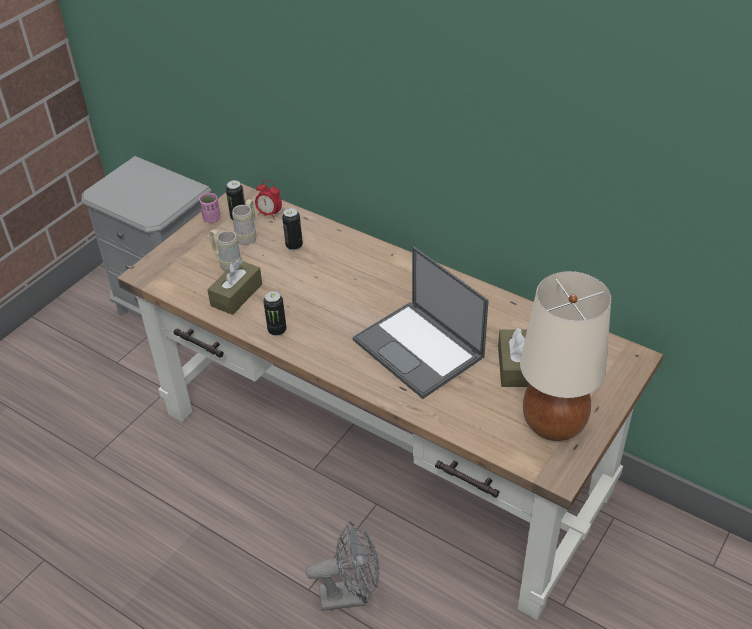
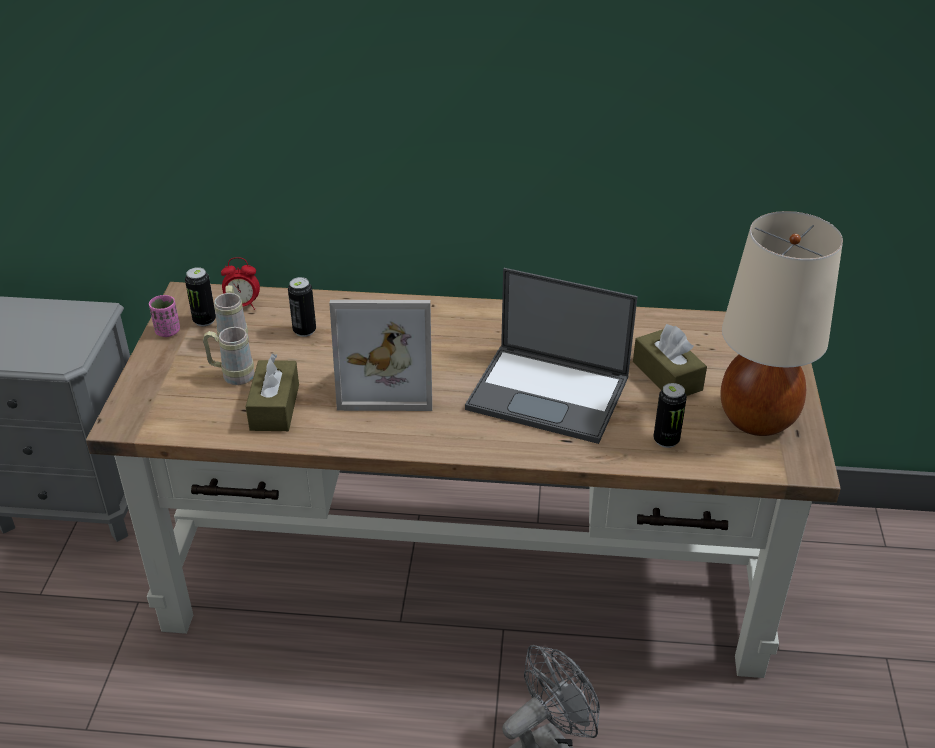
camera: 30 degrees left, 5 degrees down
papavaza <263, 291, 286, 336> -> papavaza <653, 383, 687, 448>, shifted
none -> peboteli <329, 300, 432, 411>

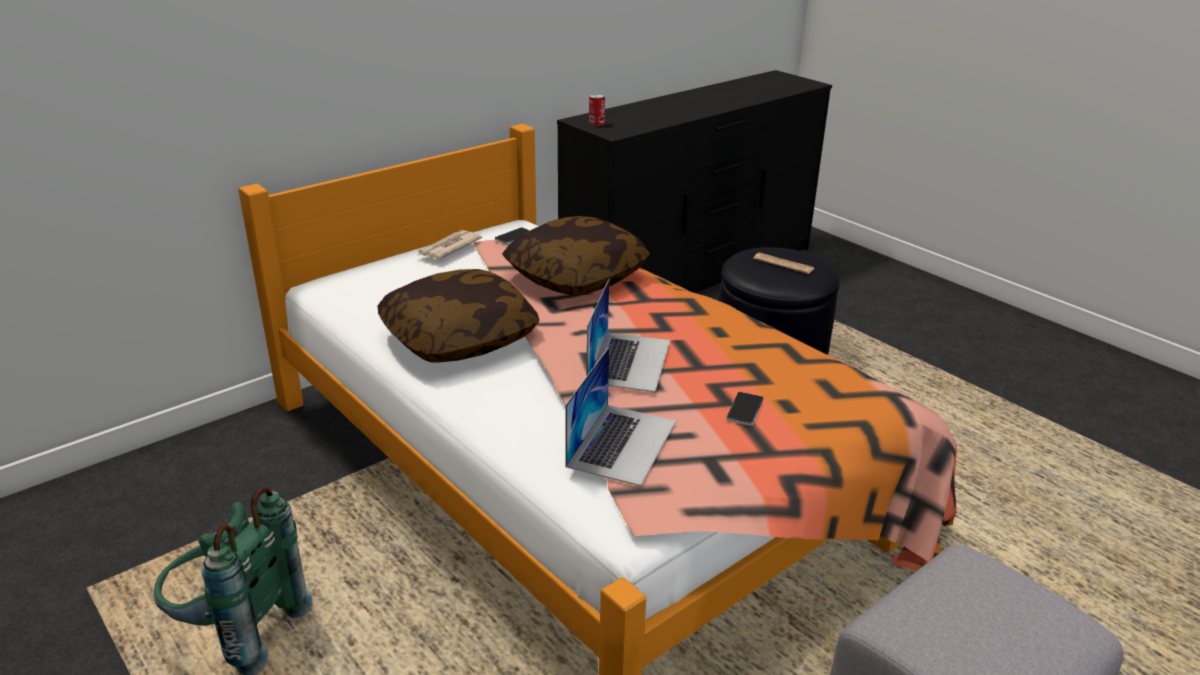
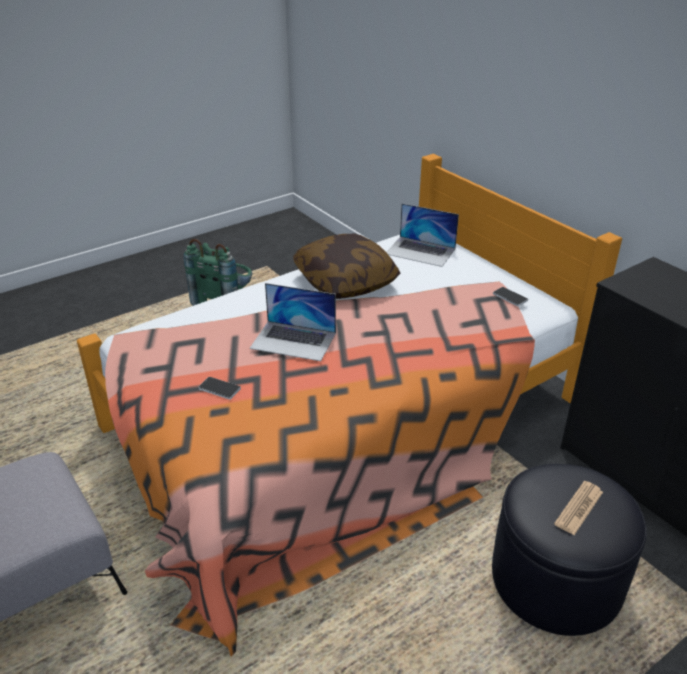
camera: 95 degrees right, 5 degrees up
papavaza <589, 94, 605, 126> -> none
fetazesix <502, 216, 650, 296> -> none
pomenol <418, 230, 482, 259> -> none
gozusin <565, 347, 676, 486> -> gozusin <386, 203, 459, 267>, shifted

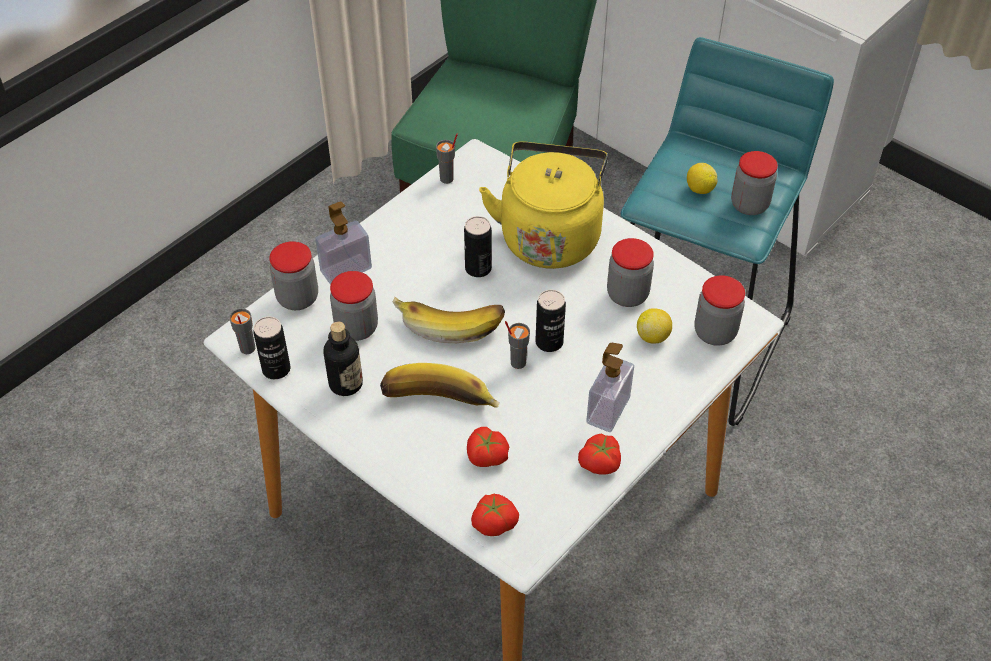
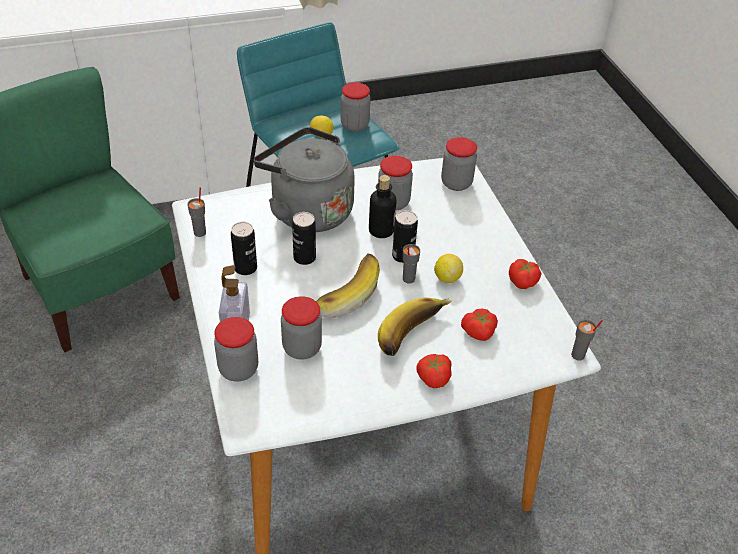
camera: 60 degrees left, 5 degrees down
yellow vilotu <479, 142, 608, 269> -> grey vilotu <254, 127, 355, 232>
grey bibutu <229, 308, 255, 354> -> grey bibutu <571, 320, 603, 360>, shifted
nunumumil <637, 308, 672, 344> -> nunumumil <434, 254, 463, 283>, shifted
papavaza <253, 317, 291, 379> -> papavaza <231, 222, 257, 275>, shifted
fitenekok <324, 321, 363, 396> -> fitenekok <369, 175, 396, 238>, shifted
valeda <586, 343, 634, 432> -> none
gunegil <471, 494, 519, 536> -> gunegil <416, 354, 452, 388>, shifted

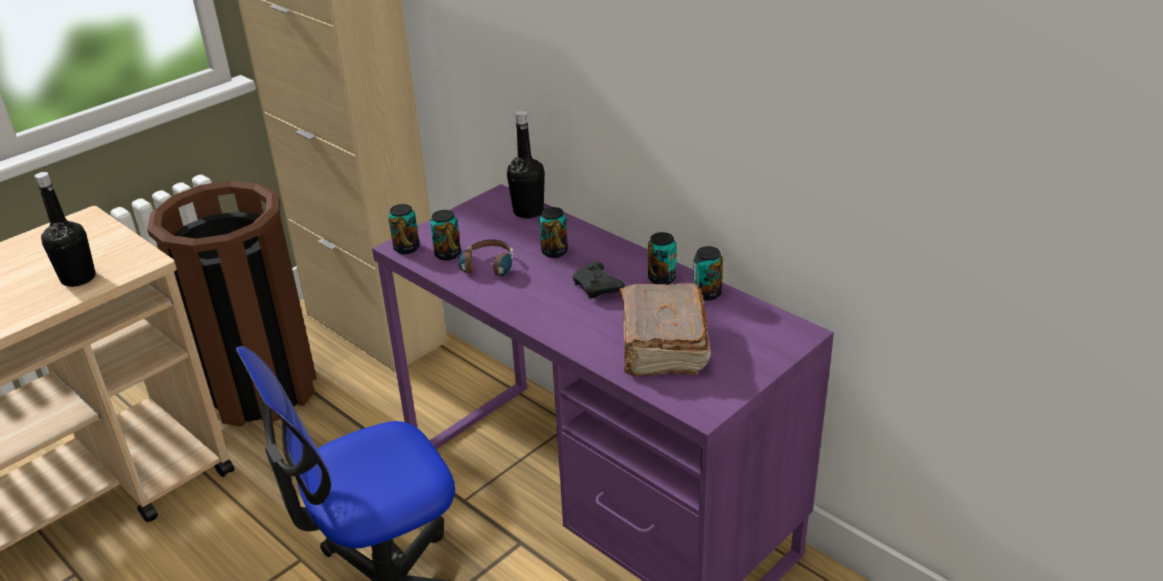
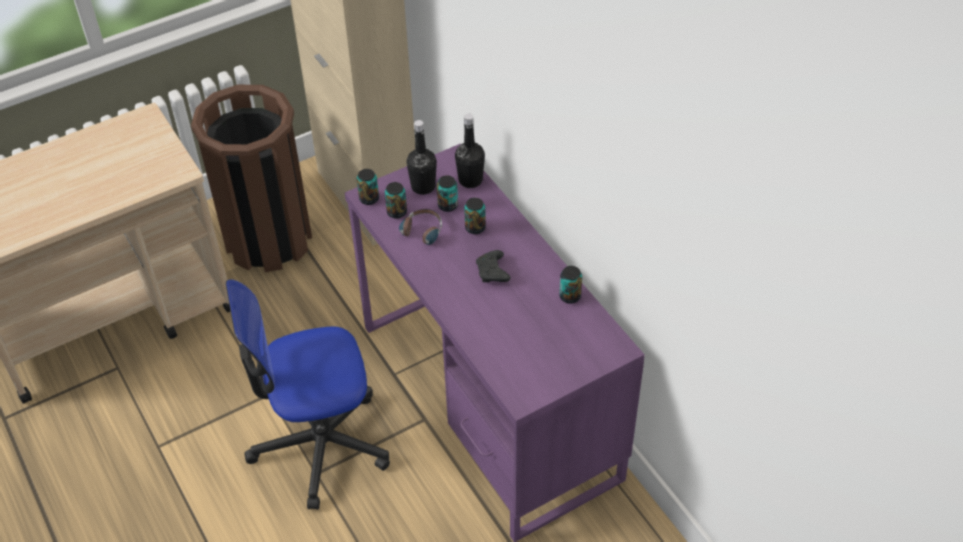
camera: 15 degrees right, 15 degrees up
black fitenekok <35, 172, 96, 287> -> black fitenekok <406, 120, 437, 195>, shifted
papavaza <648, 232, 677, 285> -> papavaza <437, 175, 458, 212>, shifted
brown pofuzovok <620, 283, 711, 376> -> none

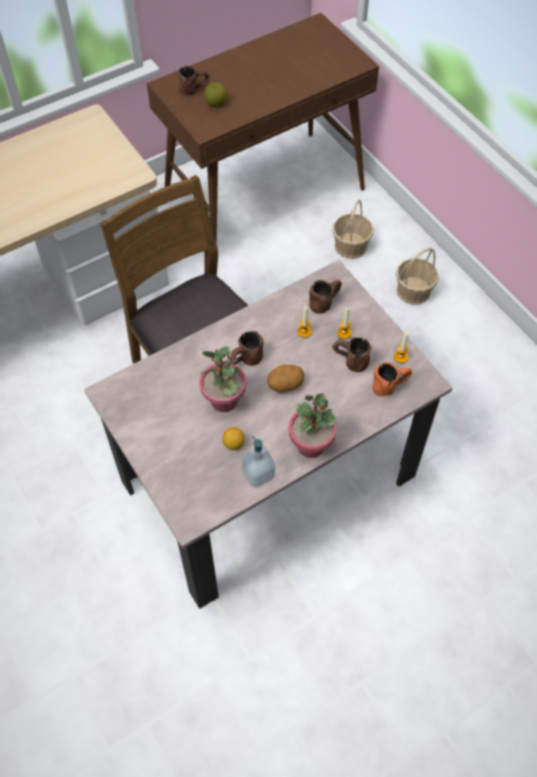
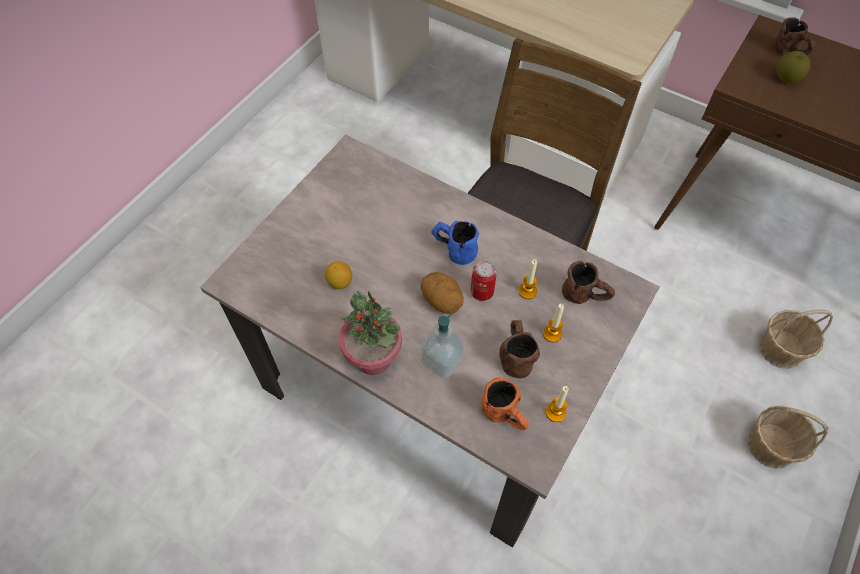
camera: 65 degrees right, 0 degrees up
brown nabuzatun <230, 331, 264, 366> -> blue nabuzatun <431, 221, 479, 265>
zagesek <200, 346, 246, 412> -> none
valeda <241, 436, 275, 488> -> valeda <421, 312, 465, 379>, shifted
none -> papavaza <471, 261, 497, 301>

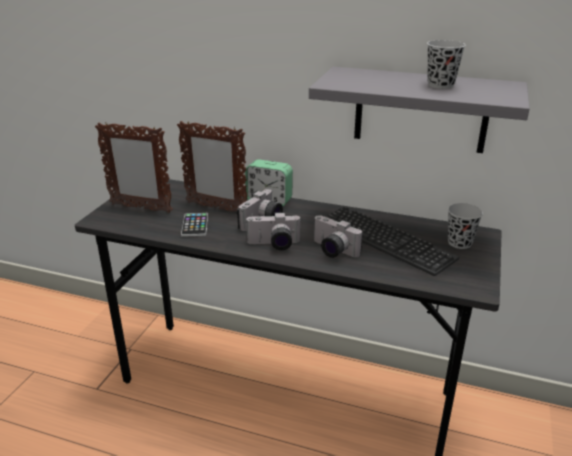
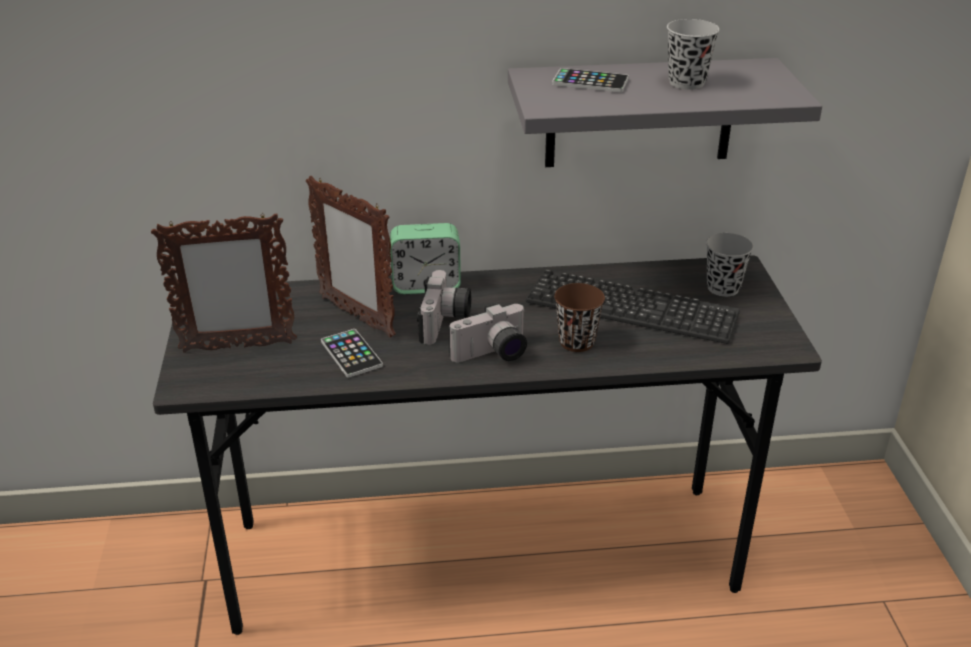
camera: 25 degrees left, 5 degrees up
peboteli <177, 121, 247, 211> -> peboteli <306, 175, 396, 338>, 45 degrees clockwise
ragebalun <314, 215, 363, 258> -> brown bibutu <554, 283, 605, 352>
none -> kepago <552, 68, 629, 92>

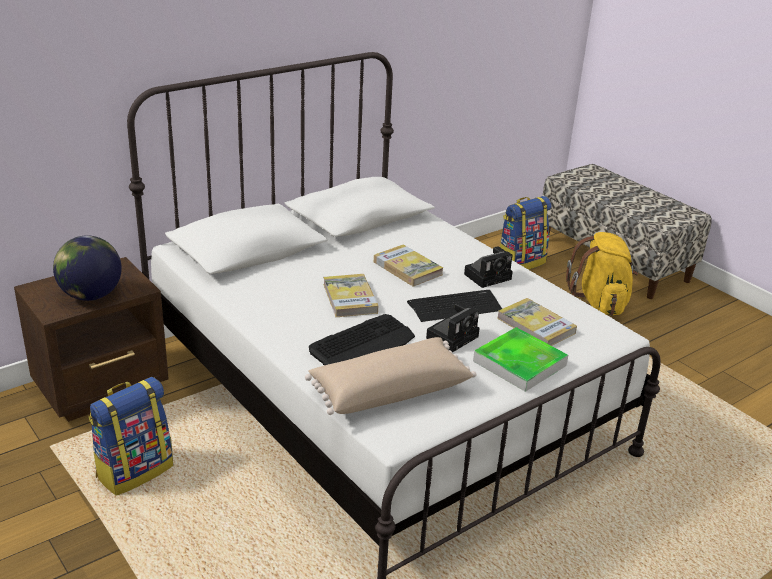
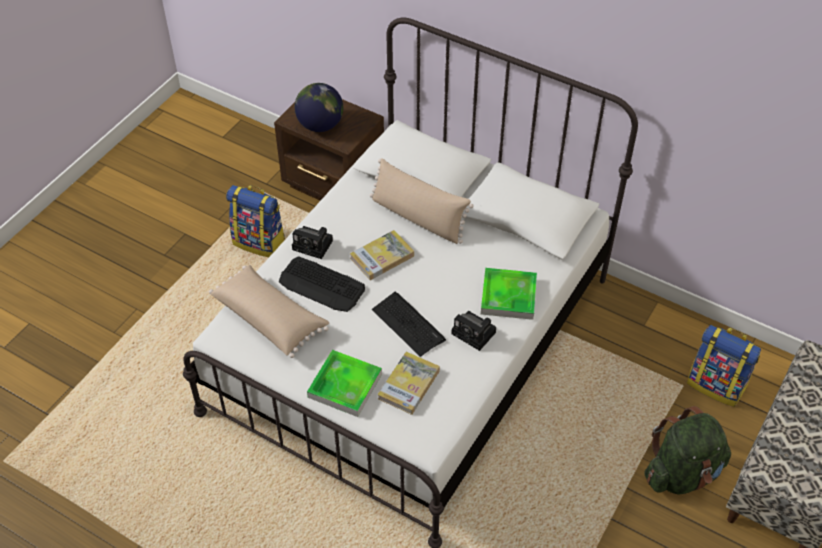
camera: 70 degrees right, 20 degrees up
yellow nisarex <566, 232, 638, 316> -> green nisarex <644, 406, 731, 495>
pofuzovok <374, 245, 443, 287> -> none
ragebalun <426, 302, 480, 352> -> ragebalun <292, 226, 333, 259>, shifted
none -> beige fetazesix <370, 158, 474, 244>
none -> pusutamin <481, 268, 537, 320>

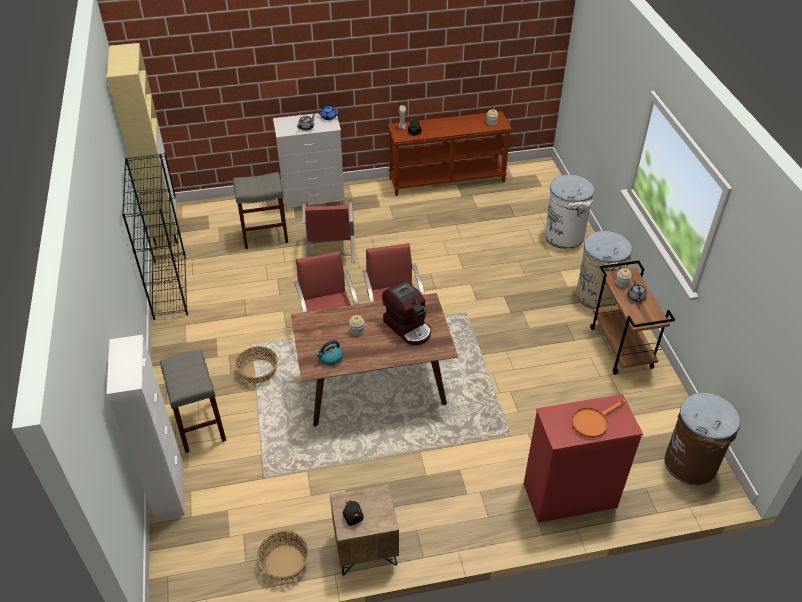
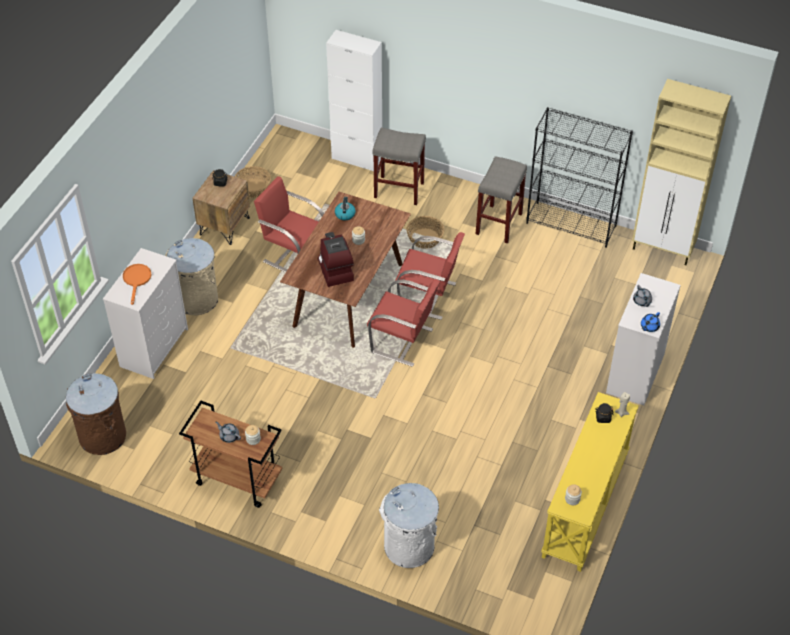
camera: 125 degrees right, 5 degrees up
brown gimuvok <388, 111, 512, 196> -> yellow gimuvok <541, 392, 639, 572>
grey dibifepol <233, 172, 288, 249> -> grey dibifepol <476, 156, 527, 244>, shifted
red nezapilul <302, 200, 355, 263> -> red nezapilul <254, 176, 324, 272>, shifted
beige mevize <576, 231, 632, 309> -> beige mevize <165, 238, 218, 315>, shifted
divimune <382, 280, 431, 345> -> divimune <318, 232, 354, 287>, 75 degrees clockwise
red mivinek <524, 394, 643, 523> -> white mivinek <103, 248, 188, 379>

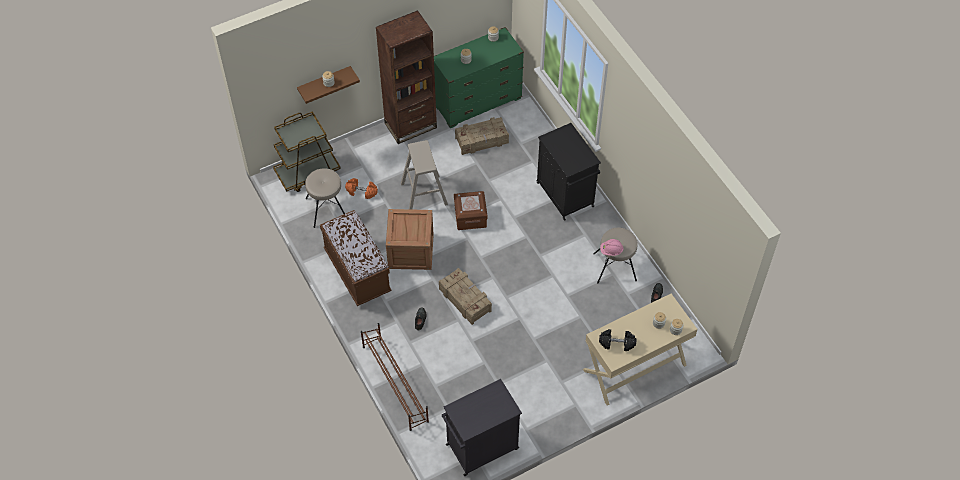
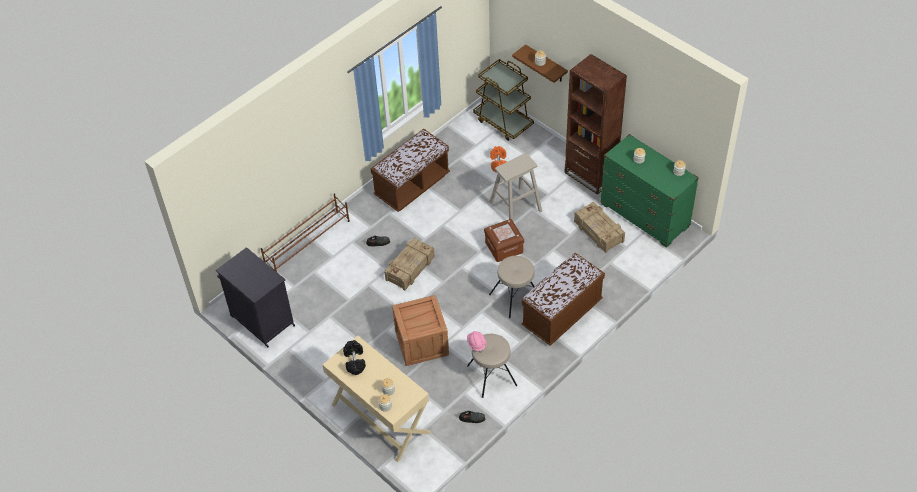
camera: 75 degrees right, 5 degrees down
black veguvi <536, 123, 601, 221> -> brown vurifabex <521, 253, 605, 345>
beige dibifepol <305, 168, 345, 228> -> beige dibifepol <489, 256, 535, 318>, shifted
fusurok <386, 209, 434, 270> -> fusurok <392, 295, 449, 366>, shifted

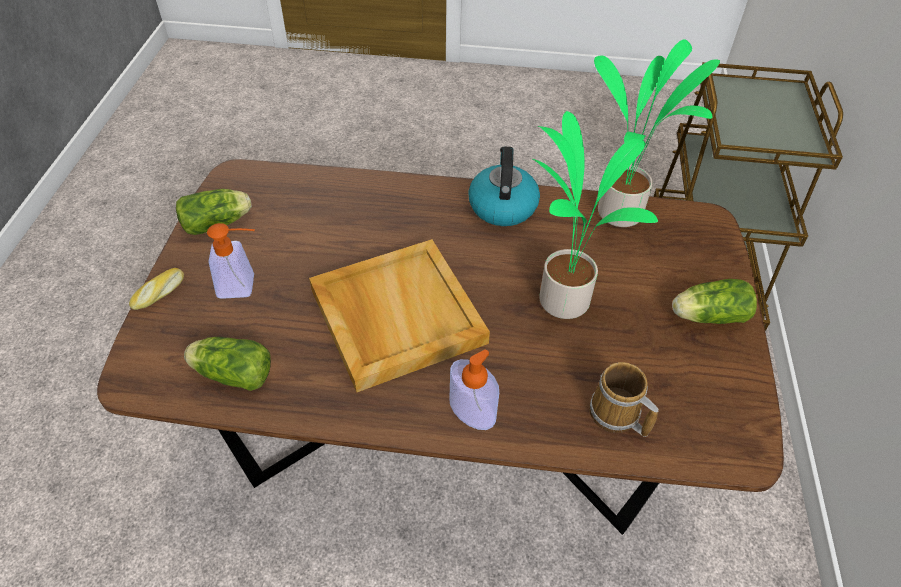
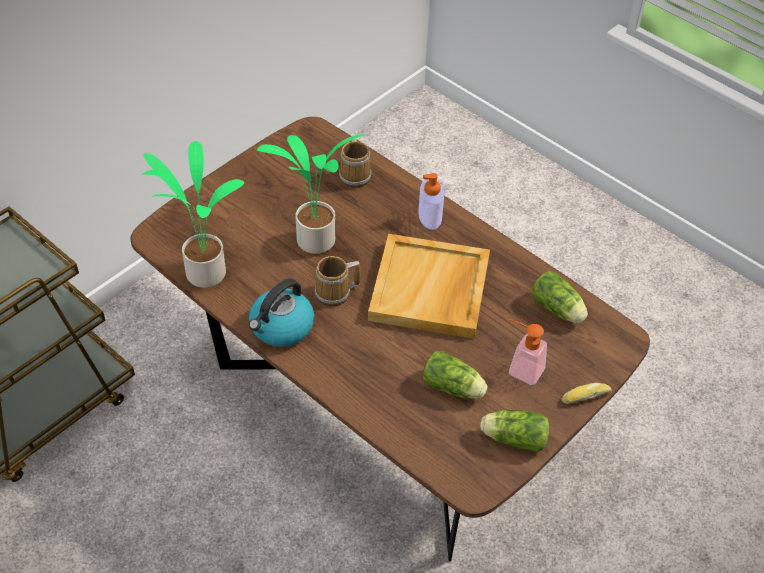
camera: 145 degrees left, 0 degrees up
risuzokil <672, 279, 757, 324> -> risuzokil <423, 351, 488, 399>, shifted
none -> nabuzatun <314, 256, 361, 307>

